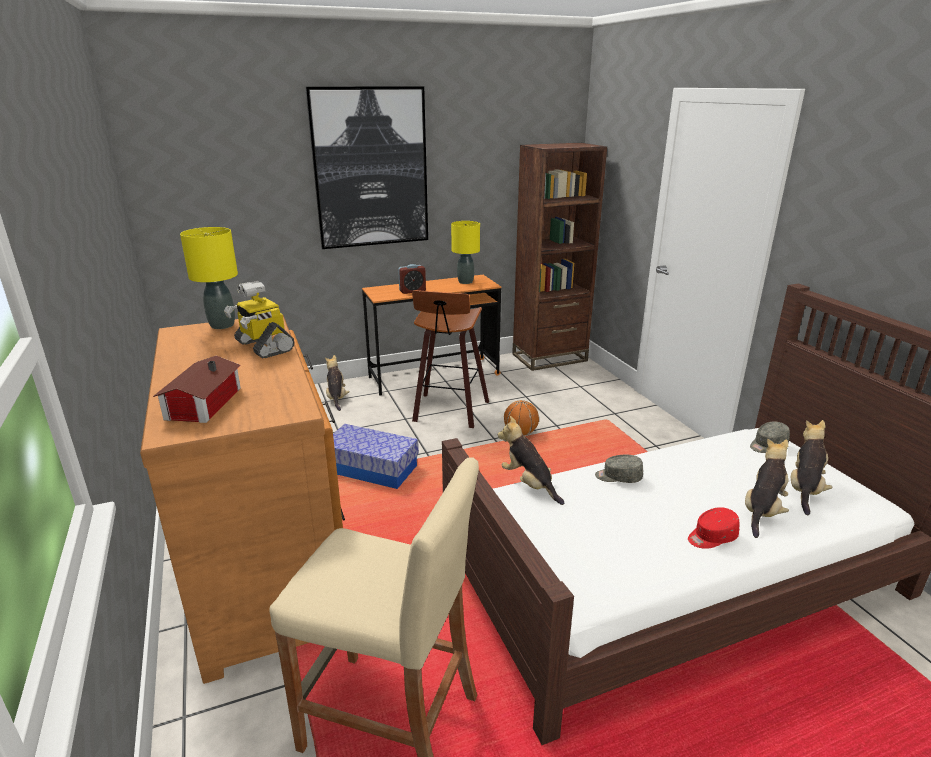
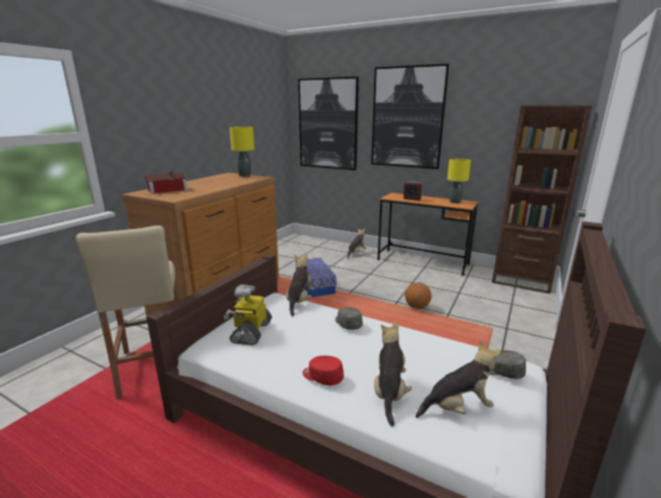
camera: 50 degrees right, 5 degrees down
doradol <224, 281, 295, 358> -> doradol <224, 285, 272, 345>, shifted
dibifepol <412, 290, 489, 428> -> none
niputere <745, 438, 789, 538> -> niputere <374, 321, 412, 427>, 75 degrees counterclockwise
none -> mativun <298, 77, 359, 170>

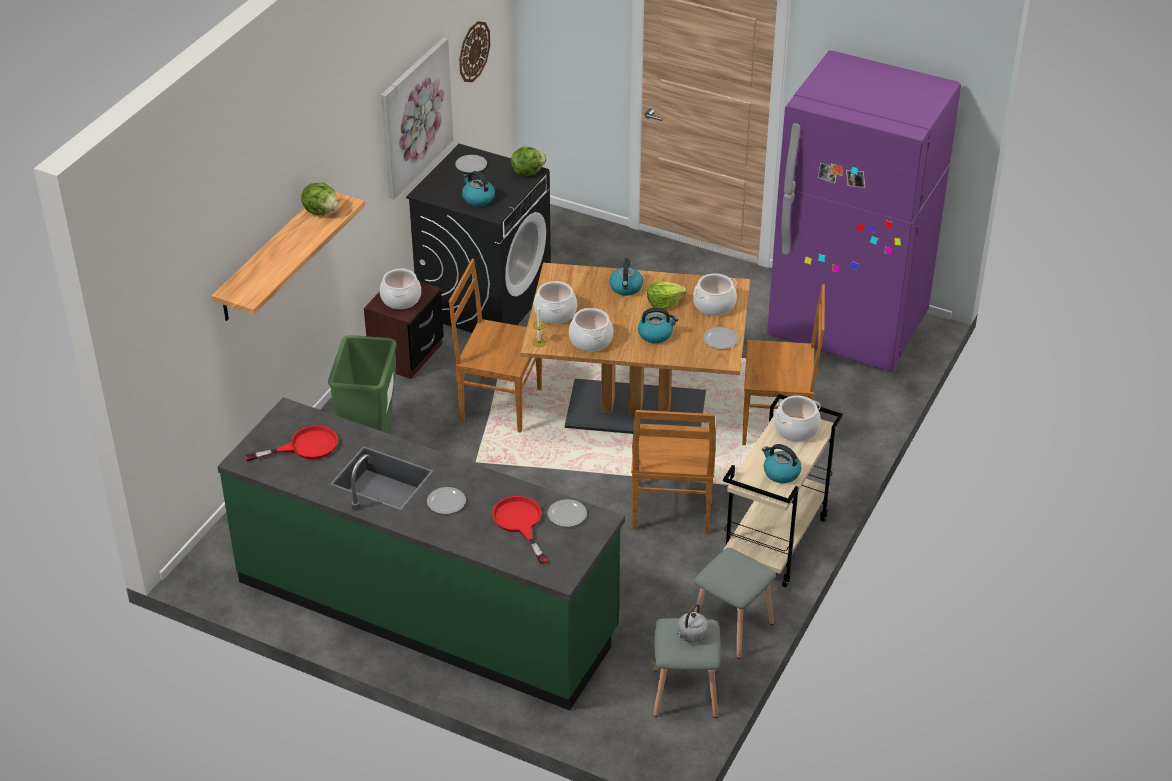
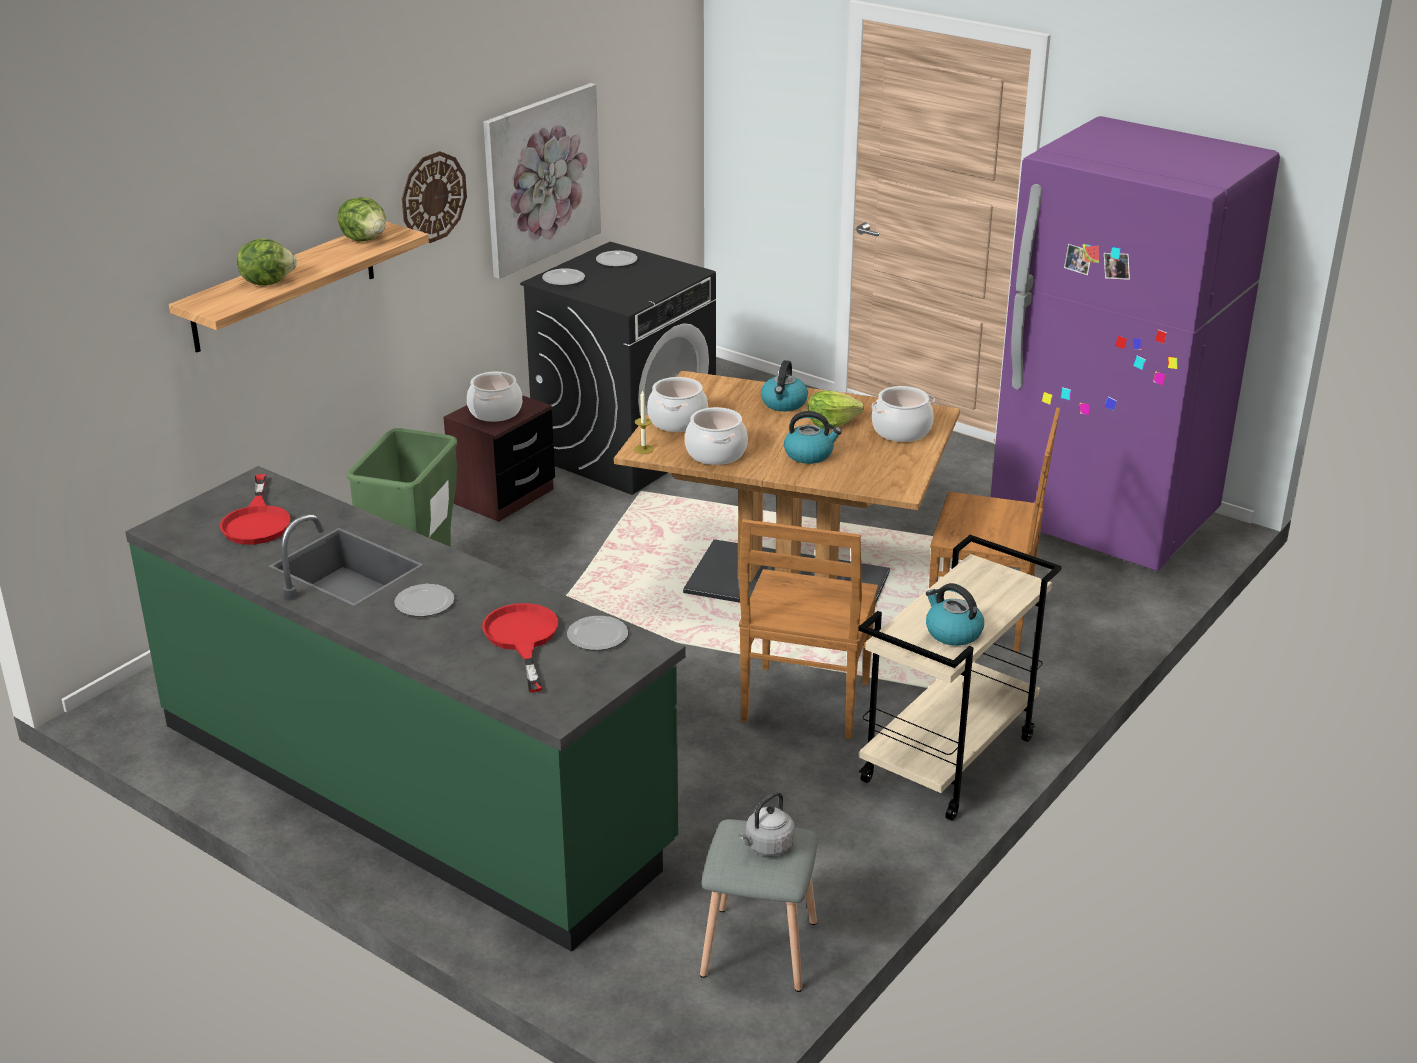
camera: 10 degrees right, 10 degrees down
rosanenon <459, 21, 490, 82> -> rosanenon <402, 151, 467, 243>, shifted
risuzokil <511, 147, 547, 176> -> risuzokil <237, 238, 297, 285>, shifted
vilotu <462, 171, 495, 207> -> none
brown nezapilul <449, 259, 542, 433> -> none
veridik <704, 327, 738, 349> -> veridik <542, 268, 585, 285>, shifted
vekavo <774, 395, 821, 442> -> none
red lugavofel <245, 425, 338, 461> -> red lugavofel <220, 474, 291, 545>, 90 degrees clockwise
grey dibifepol <694, 548, 776, 659> -> none

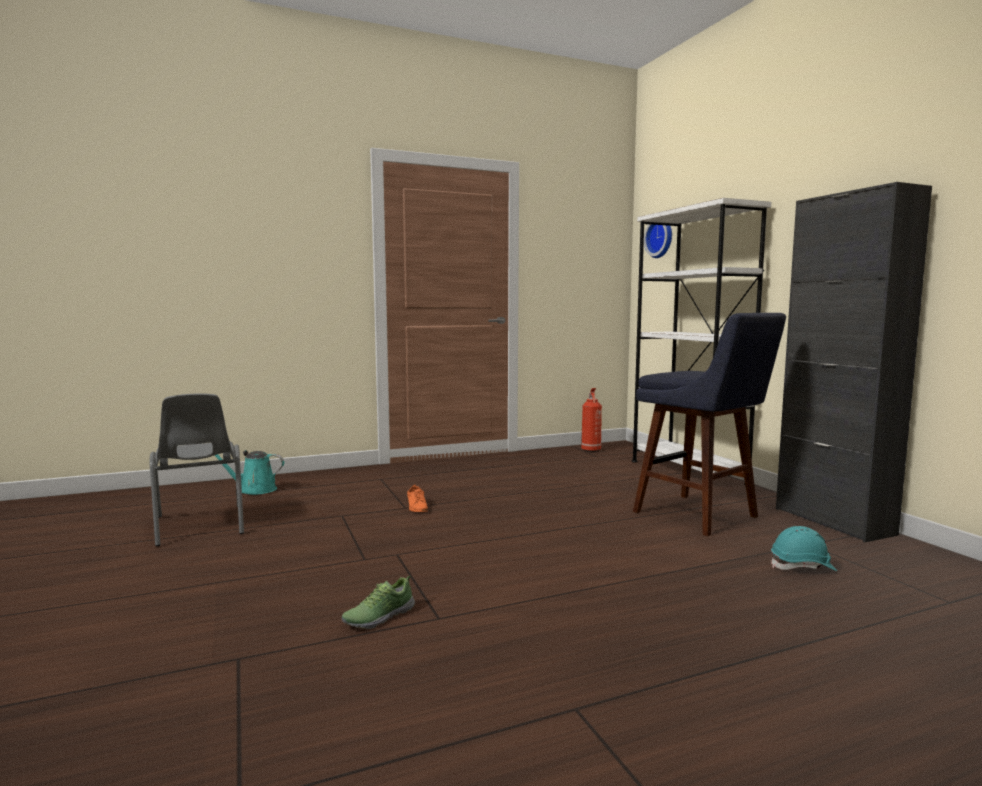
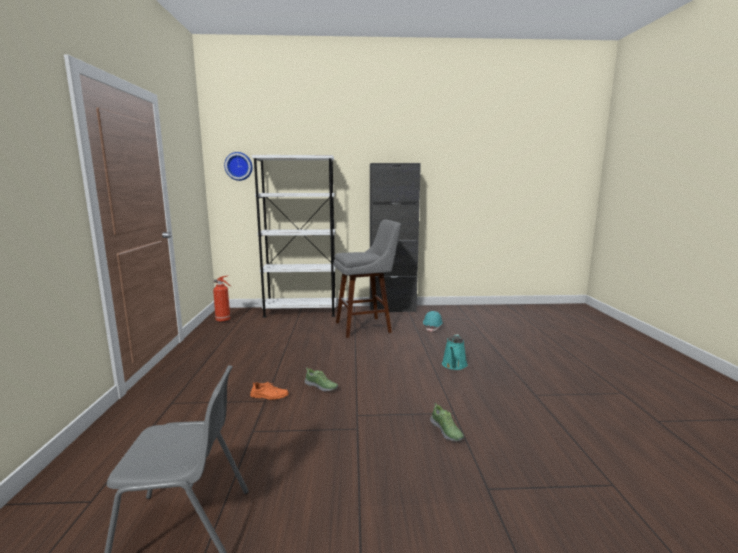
camera: 70 degrees left, 5 degrees up
blue dibifepol <633, 313, 786, 536> -> grey dibifepol <334, 219, 401, 338>
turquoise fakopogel <215, 450, 284, 495> -> turquoise fakopogel <442, 334, 468, 370>, shifted
none -> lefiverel <305, 367, 338, 391>

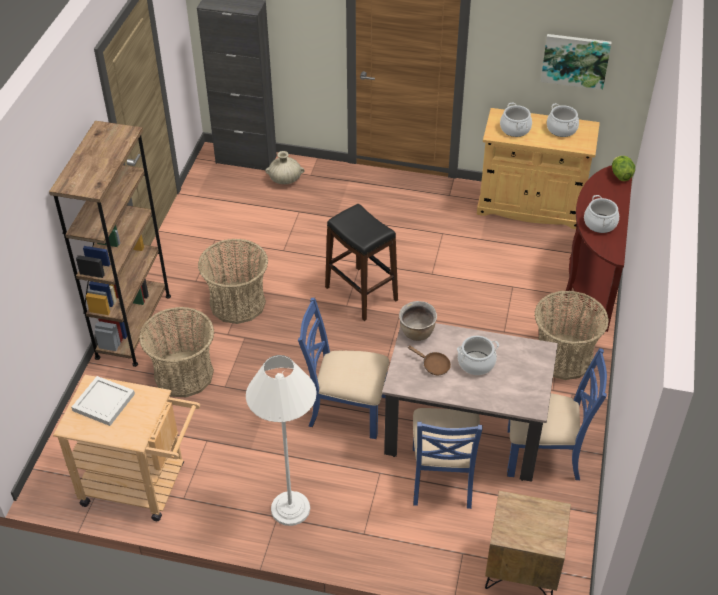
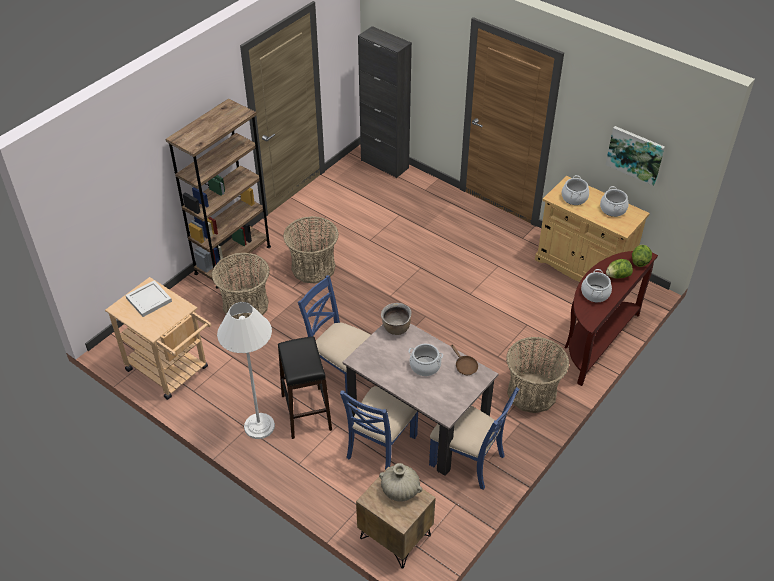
camera: 25 degrees right, 0 degrees up
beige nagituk <265, 151, 305, 184> -> beige nagituk <379, 463, 422, 501>, shifted
black dibifepol <325, 204, 398, 321> -> black dibifepol <278, 336, 332, 439>, shifted
brown lugavofel <408, 345, 451, 375> -> brown lugavofel <451, 344, 478, 375>, shifted
none -> risuzokil <606, 259, 633, 279>

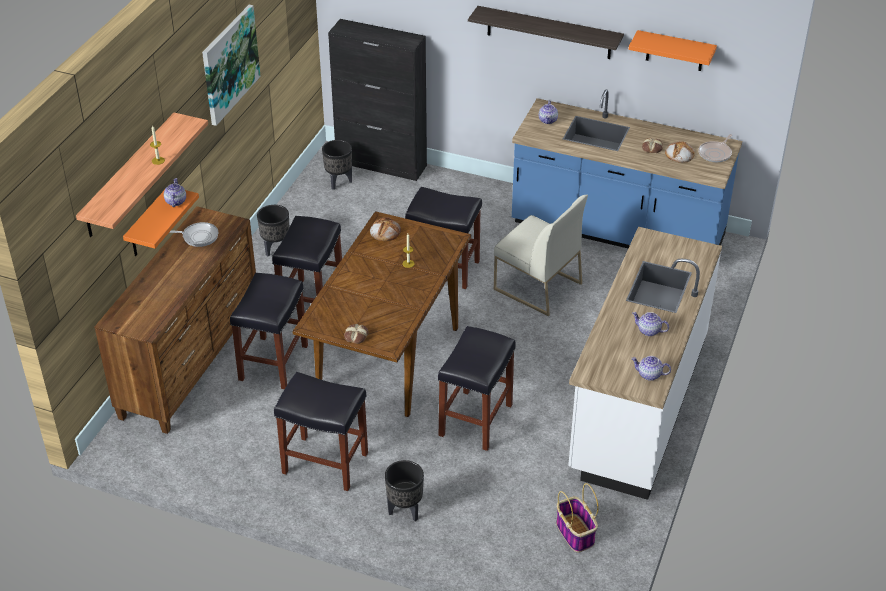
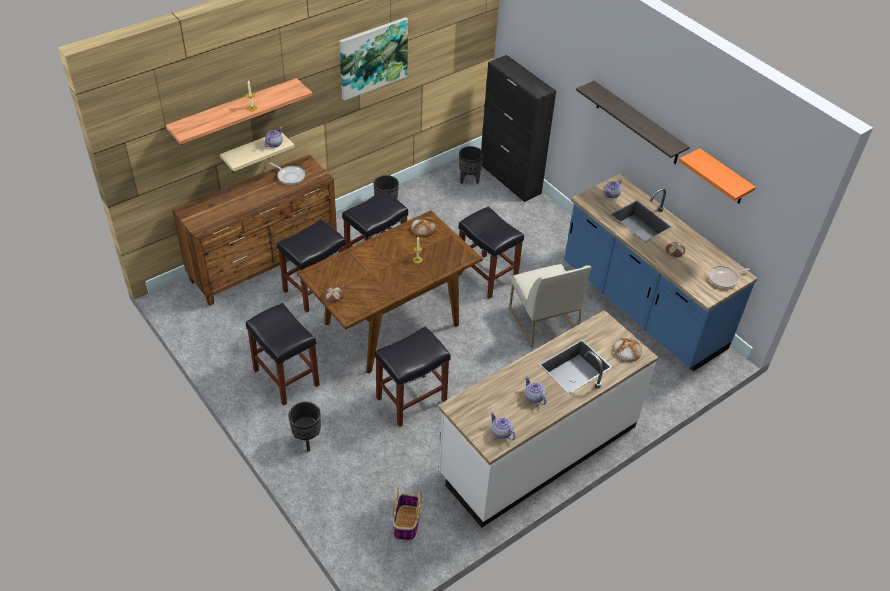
camera: 30 degrees right, 5 degrees up
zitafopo <665, 141, 695, 163> -> zitafopo <613, 338, 642, 362>, shifted
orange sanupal <123, 190, 199, 256> -> beige sanupal <220, 133, 294, 172>

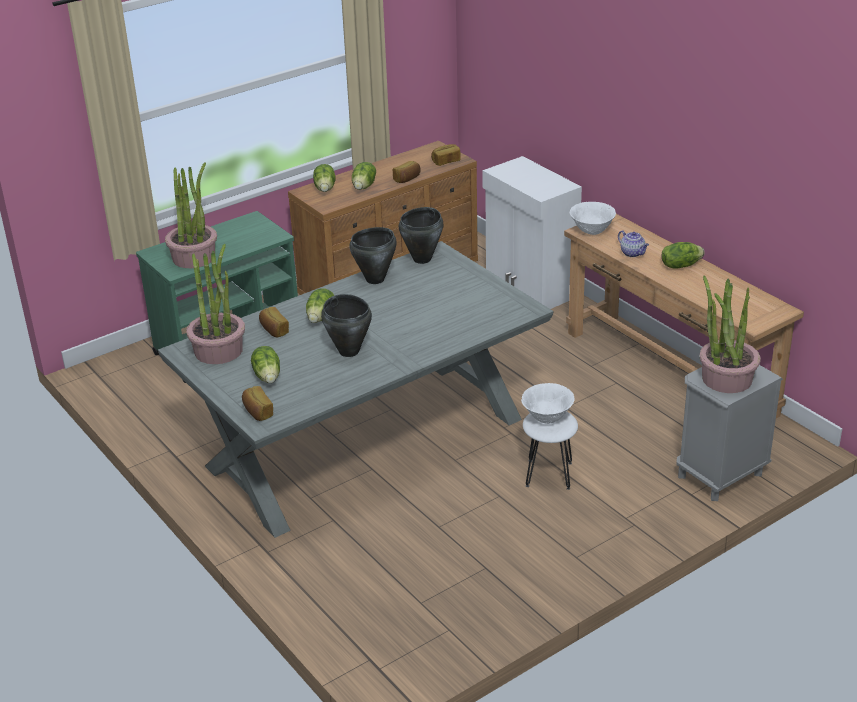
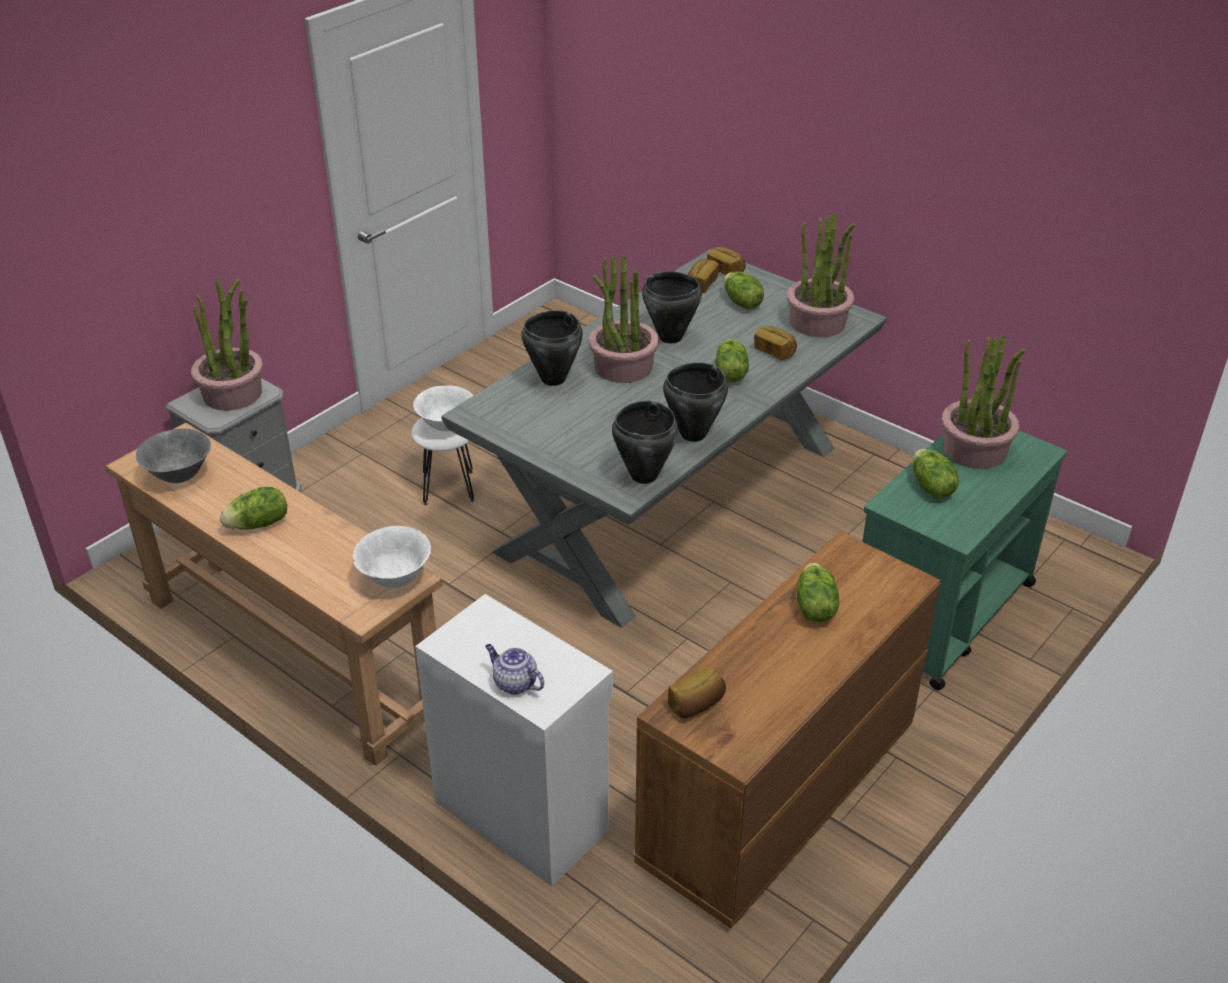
camera: 165 degrees right, 5 degrees up
zitafopo <393, 161, 421, 183> -> zitafopo <688, 259, 719, 293>, shifted
risuzokil <313, 164, 336, 192> -> risuzokil <913, 449, 959, 498>, shifted
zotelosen <618, 230, 649, 257> -> zotelosen <485, 644, 544, 695>, shifted
none -> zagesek <589, 255, 659, 383>
none -> black vekavo <521, 310, 583, 386>
none -> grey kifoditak <136, 428, 211, 483>

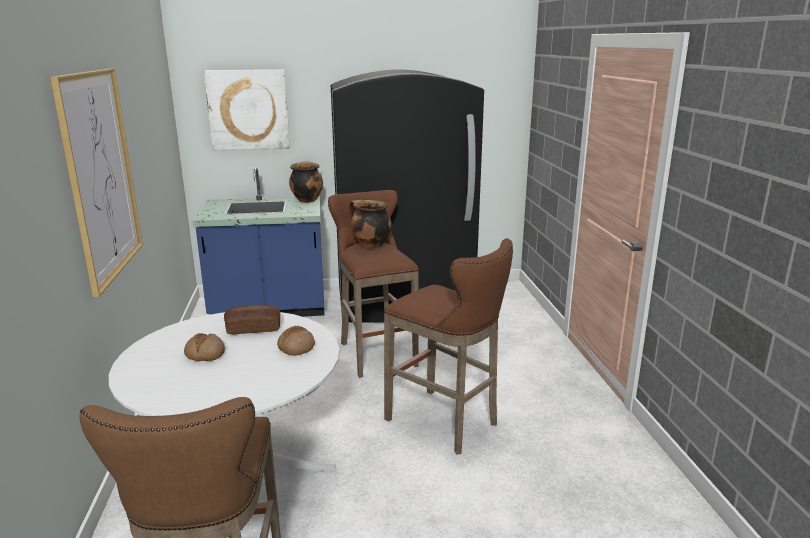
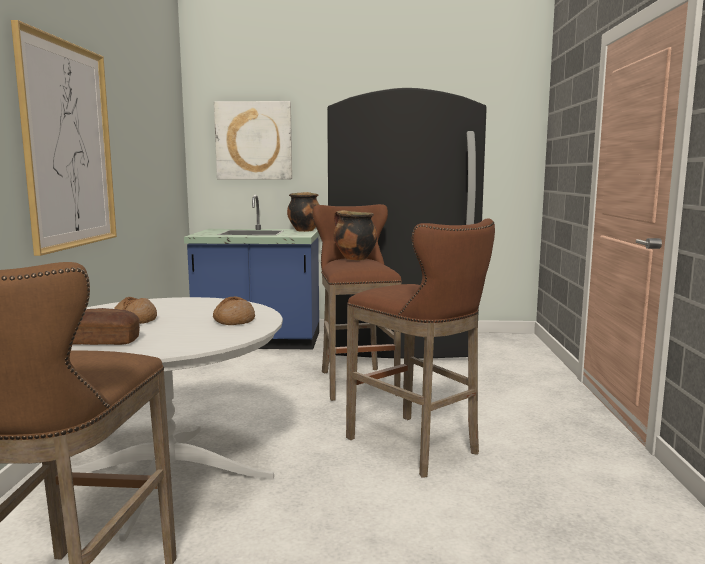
camera: 10 degrees right, 10 degrees down
zitafopo <224, 305, 280, 334> -> zitafopo <72, 308, 140, 345>, shifted

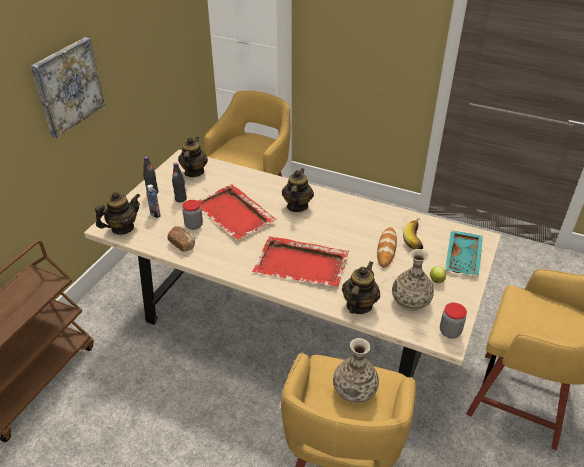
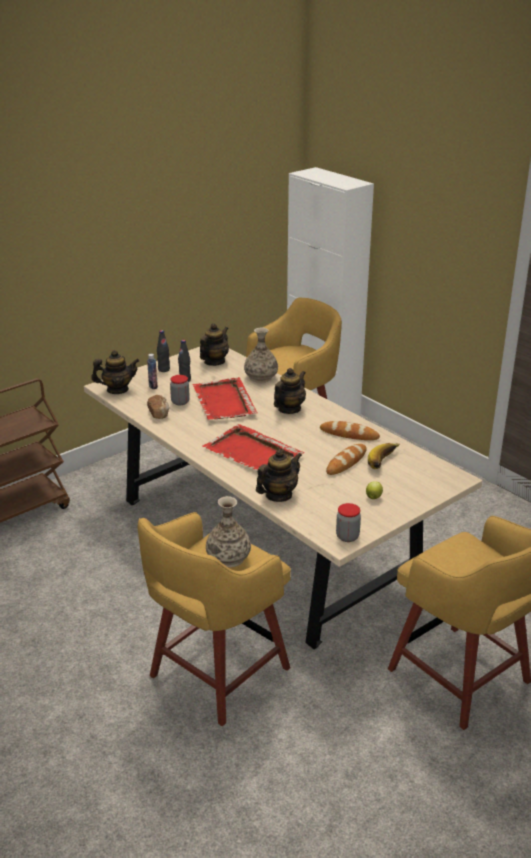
camera: 25 degrees right, 10 degrees down
mativun <31, 37, 105, 138> -> none
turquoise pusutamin <445, 230, 483, 275> -> none
nagituk <392, 249, 434, 311> -> nagituk <244, 328, 278, 383>, shifted
none -> zitafopo <320, 421, 380, 440>

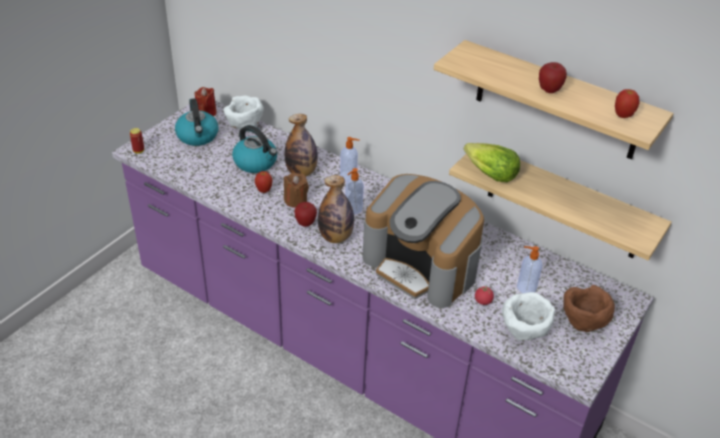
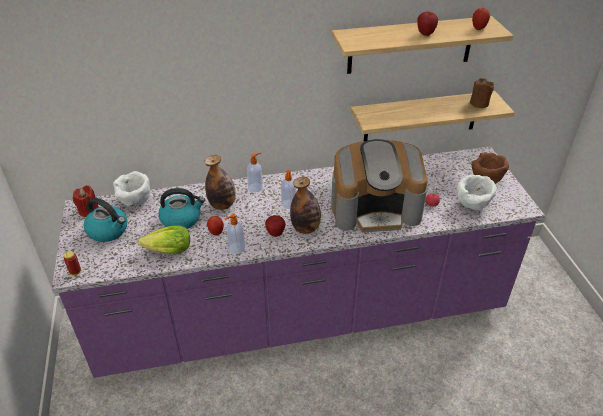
camera: 45 degrees left, 0 degrees up
risuzokil <464, 143, 520, 182> -> risuzokil <138, 225, 190, 254>, shifted
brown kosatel <284, 173, 309, 208> -> brown kosatel <470, 78, 494, 108>, shifted
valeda <517, 246, 542, 293> -> valeda <225, 213, 245, 254>, shifted

